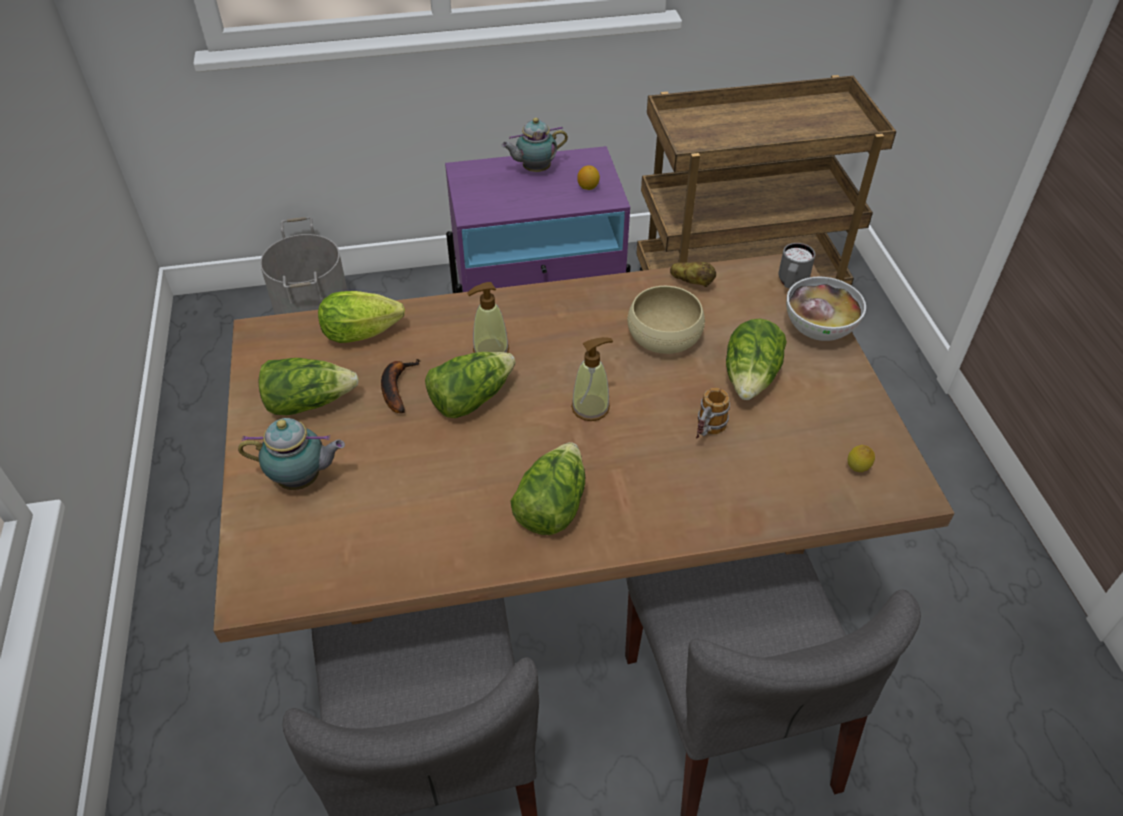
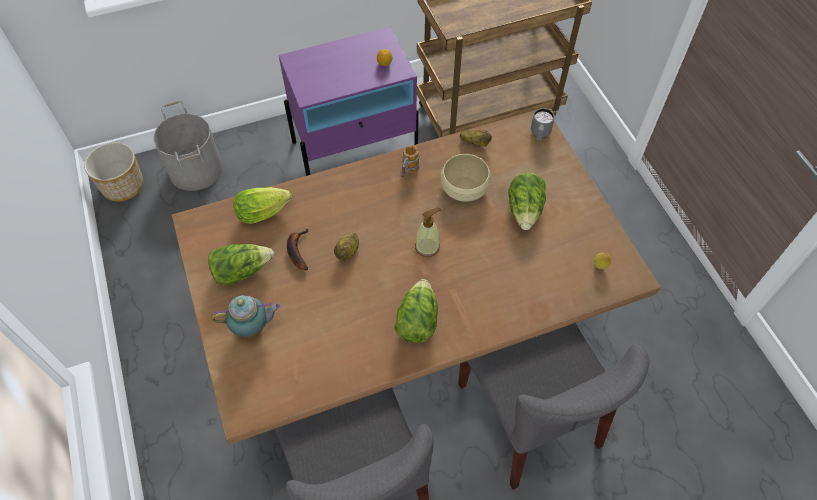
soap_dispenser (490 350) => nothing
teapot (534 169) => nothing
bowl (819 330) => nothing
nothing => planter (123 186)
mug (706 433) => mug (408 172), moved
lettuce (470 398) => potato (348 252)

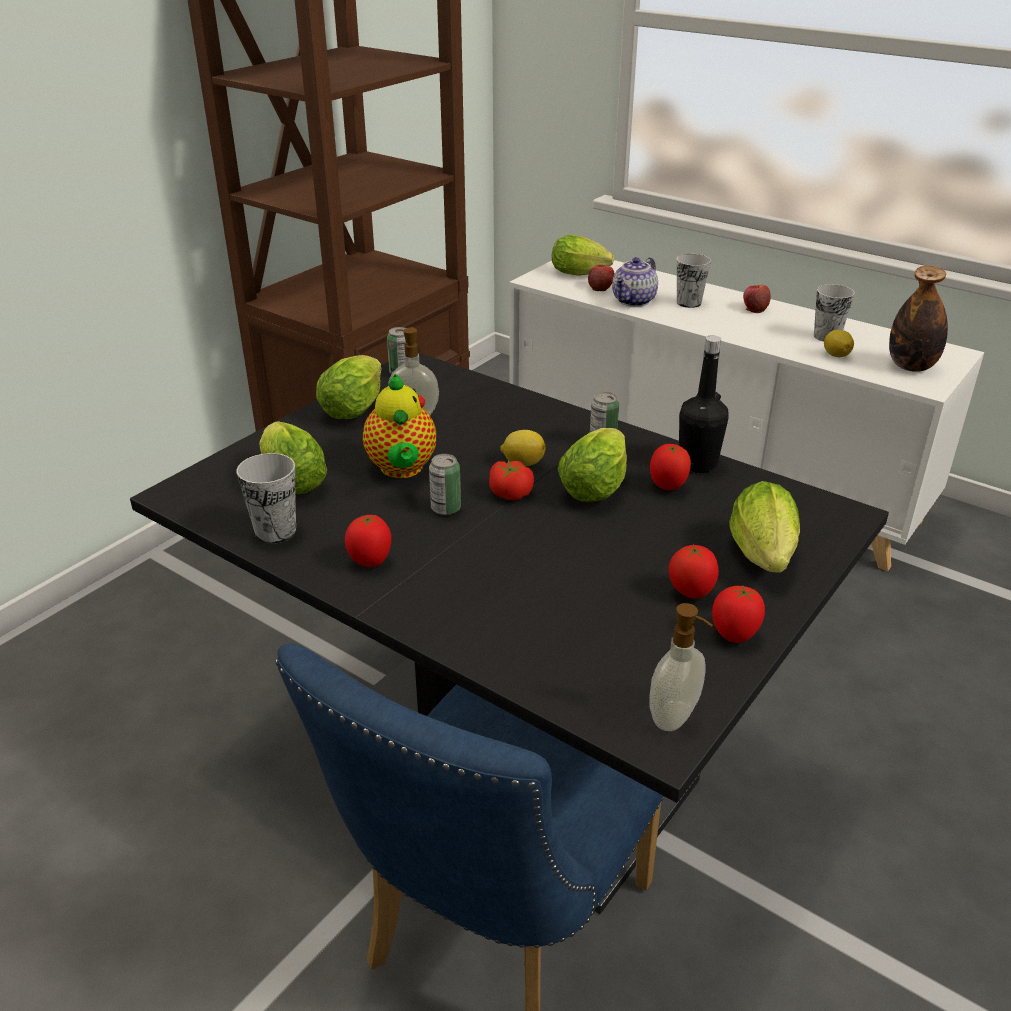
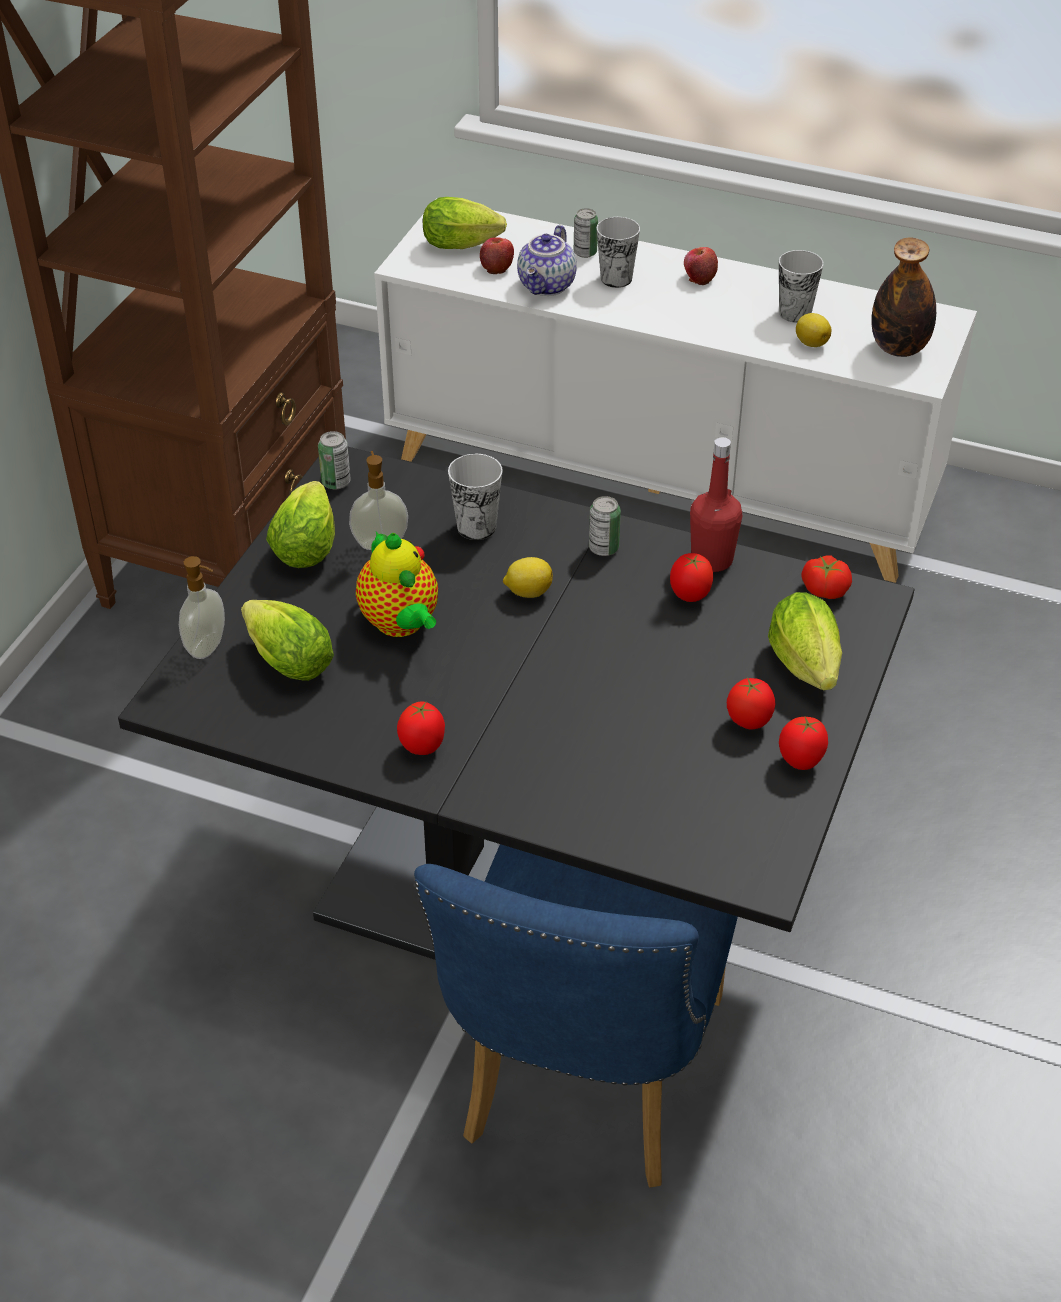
lettuce (597 486) => nothing
cup (275 531) => cup (476 527), moved
can (446 508) => can (585 253), moved
tomato (511 492) => tomato (825 589), moved
soap_dispenser (675 717) => soap_dispenser (208 647), moved
black_bottle (697 463) => red_bottle (712 559)

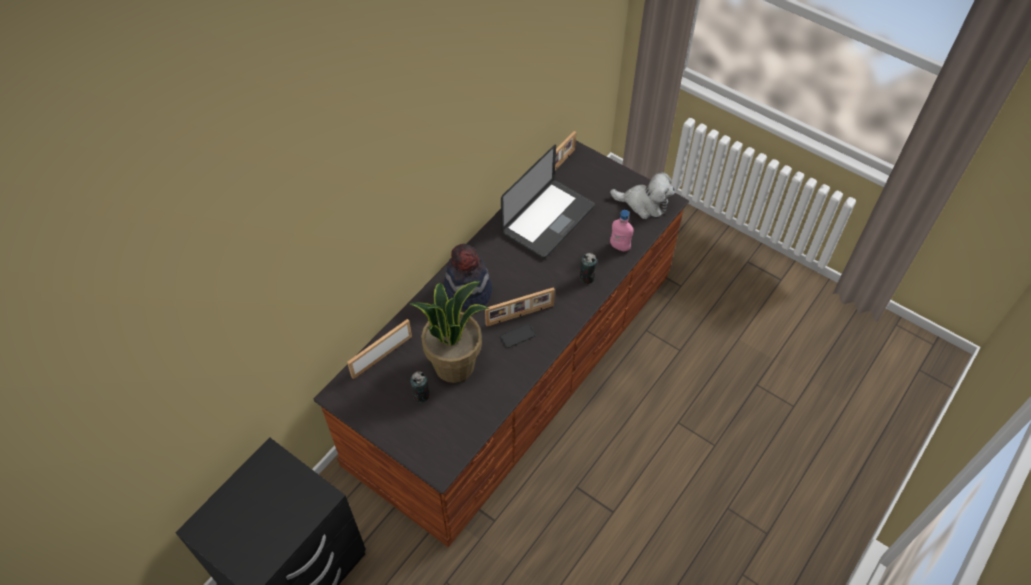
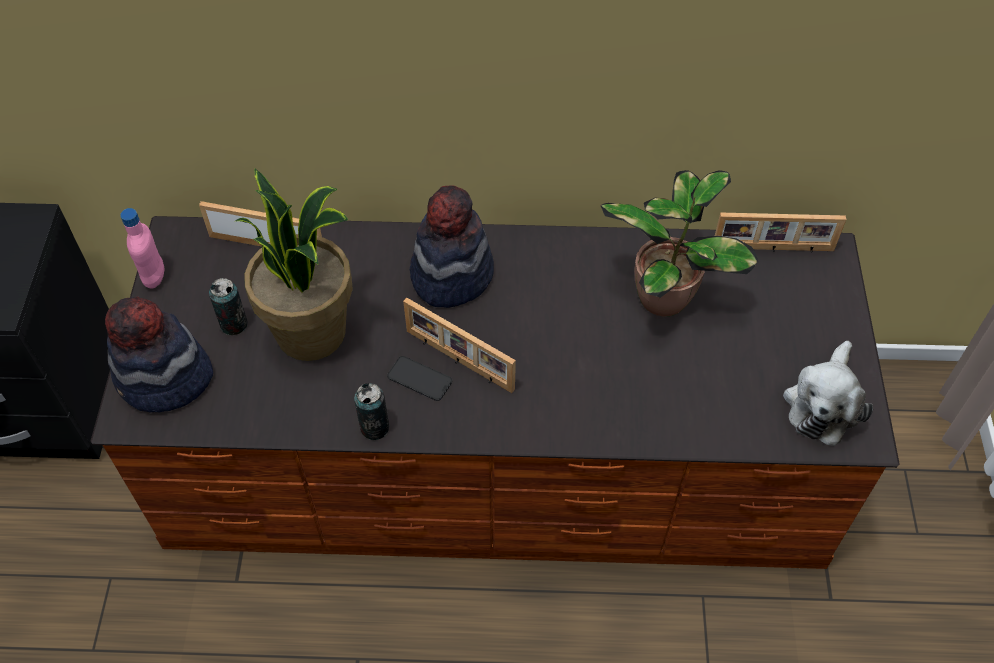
nothing => hat (164 379)
can (587 278) => can (374 427), moved
pink_bottle (619 246) => pink_bottle (154 277), moved
laptop (548 220) => potted_plant (665 295)
plush_toy (644 204) => plush_toy (823 403), 45 degrees clockwise

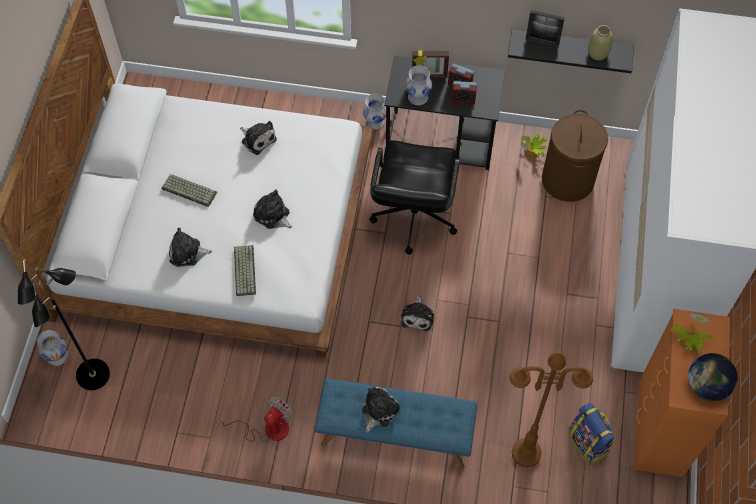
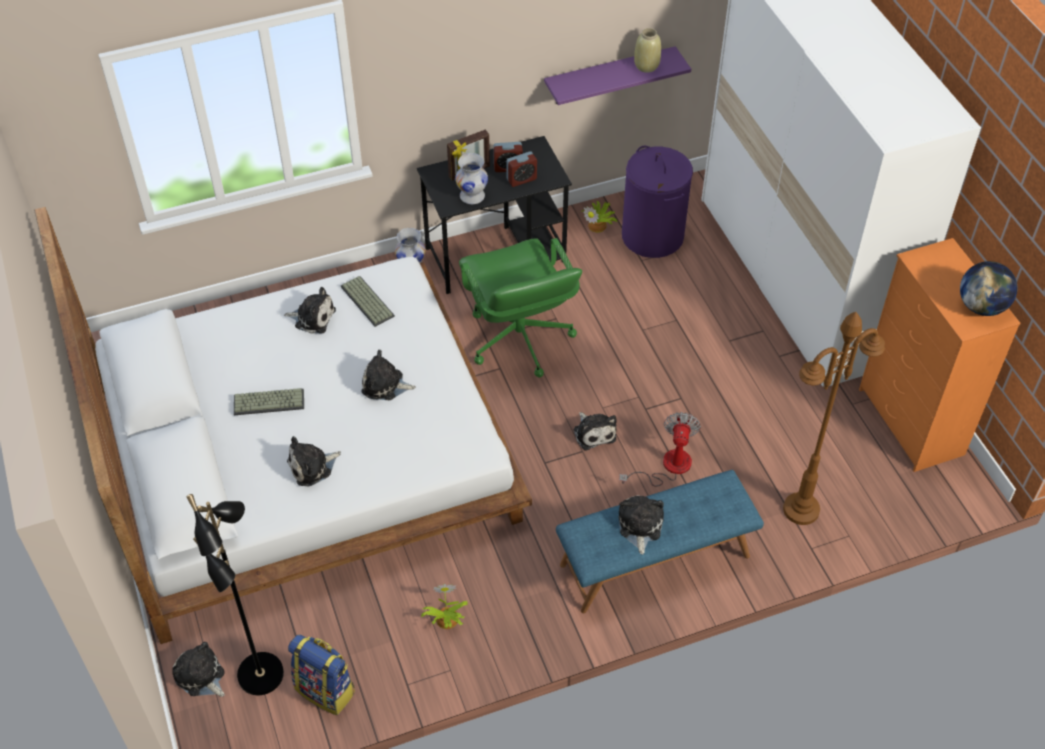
picture_frame (542 42) => nothing
fan (267 429) => fan (667 466), moved
keyboard (244 270) => keyboard (366 301), moved
backpack (588 443) => backpack (326 690), moved
potted_plant (687 342) => potted_plant (446 620), moved
white_vase (57 356) => plush_toy (201 677)
black_office_chair (413 217) => green_office_chair (519 339)
black_shelf (570 47) => purple_shelf (609 76)
brown_laundry_basket (568 180) => purple_laundry_basket (653 236)

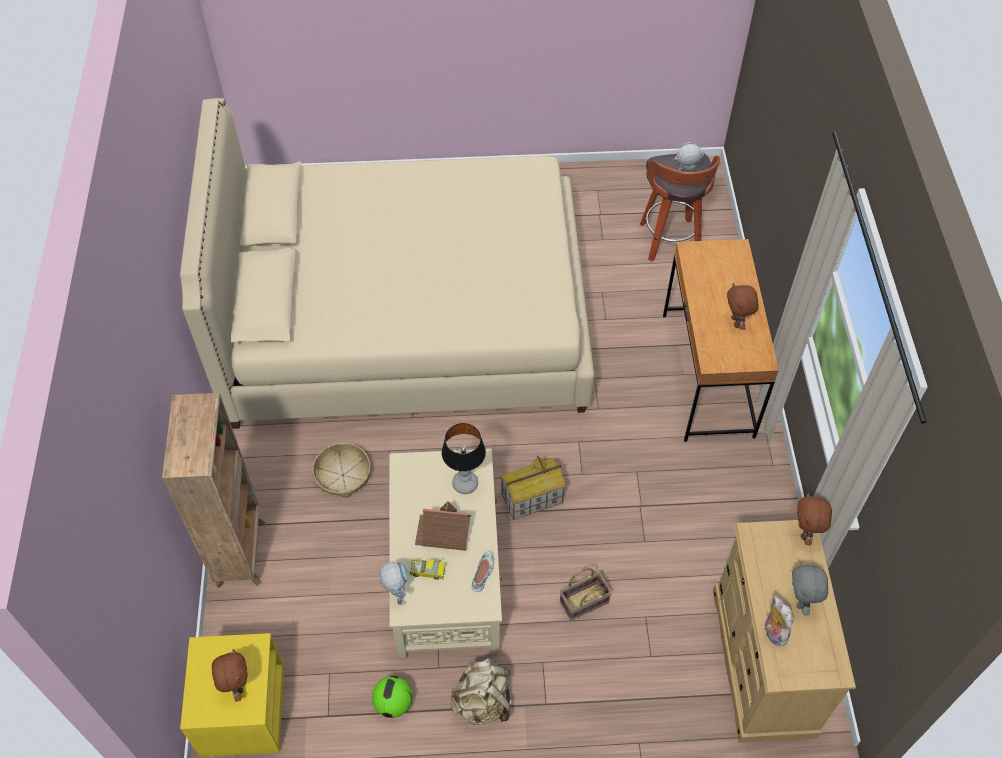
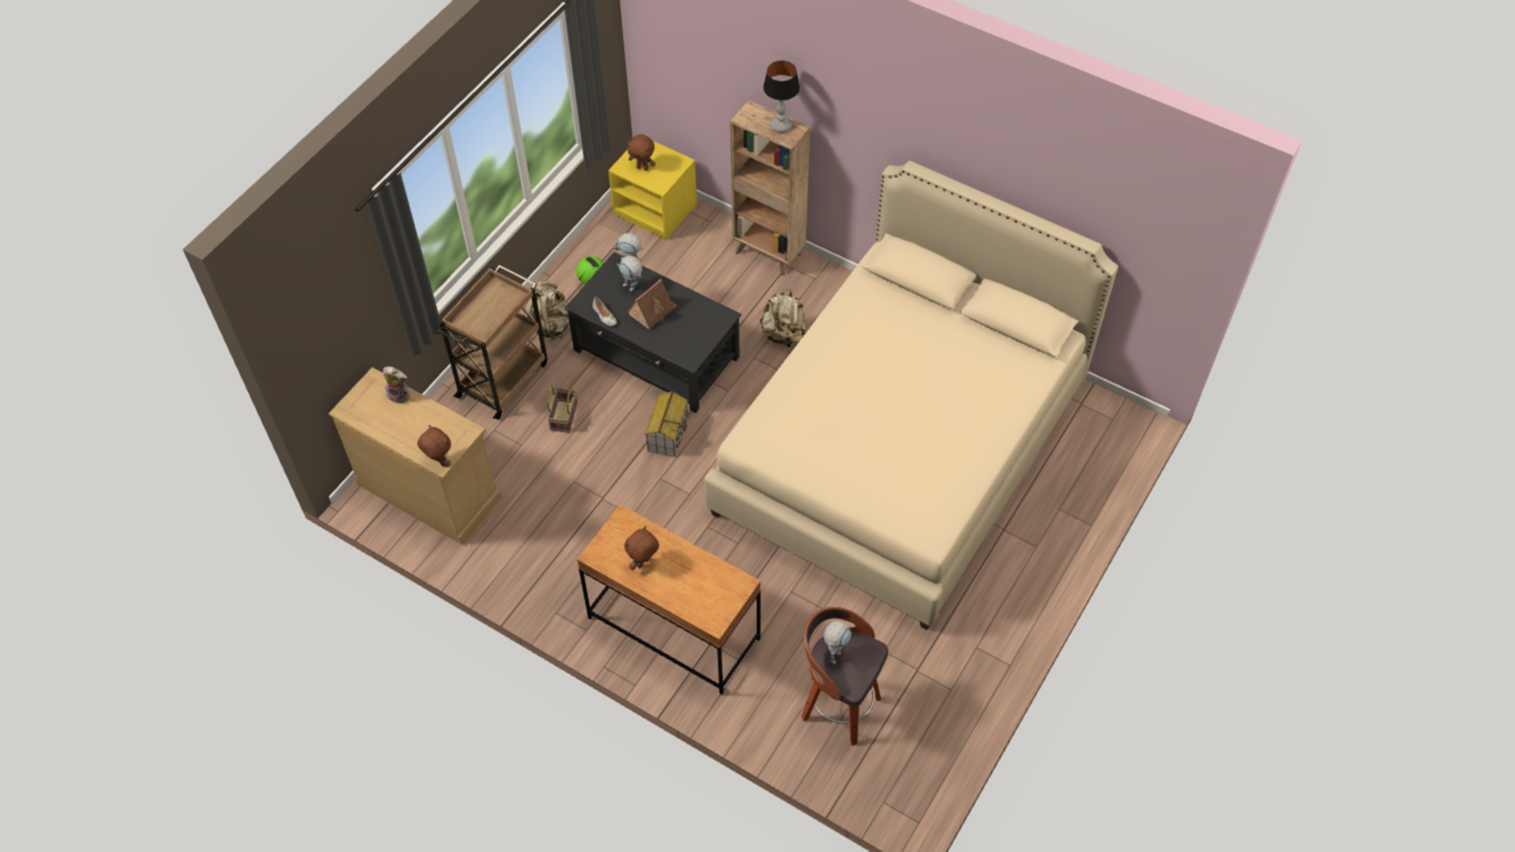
grey_plush_toy (801 601) => nothing
nothing => brown_cart (503 378)
table_lamp (465 484) => table_lamp (780 126), moved
basket (342 475) => beige_backpack (784 334)
toy_truck (427 571) => toy_robot (632 288)
beige_coffee_table (446 570) => black_coffee_table (657 354)
brown_plush_toy (736 322) => brown_plush_toy (643 563), 75 degrees counterclockwise

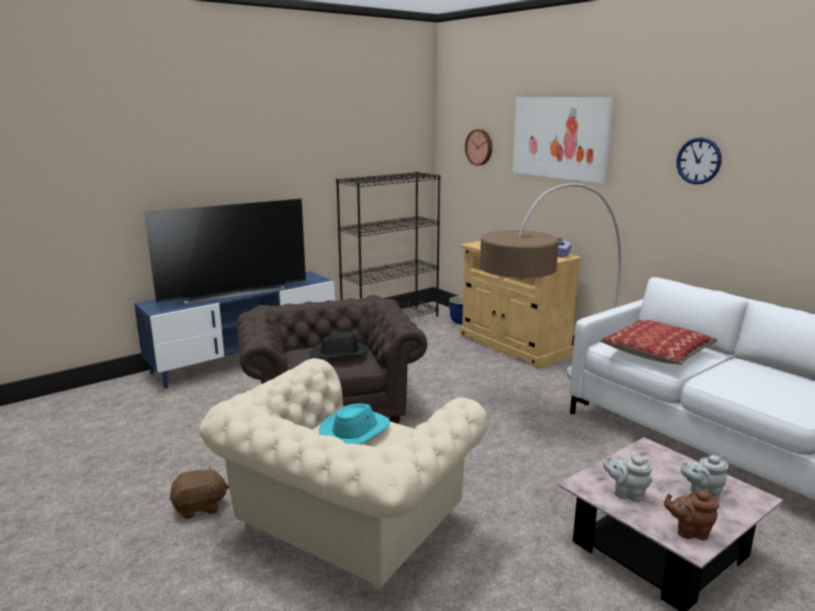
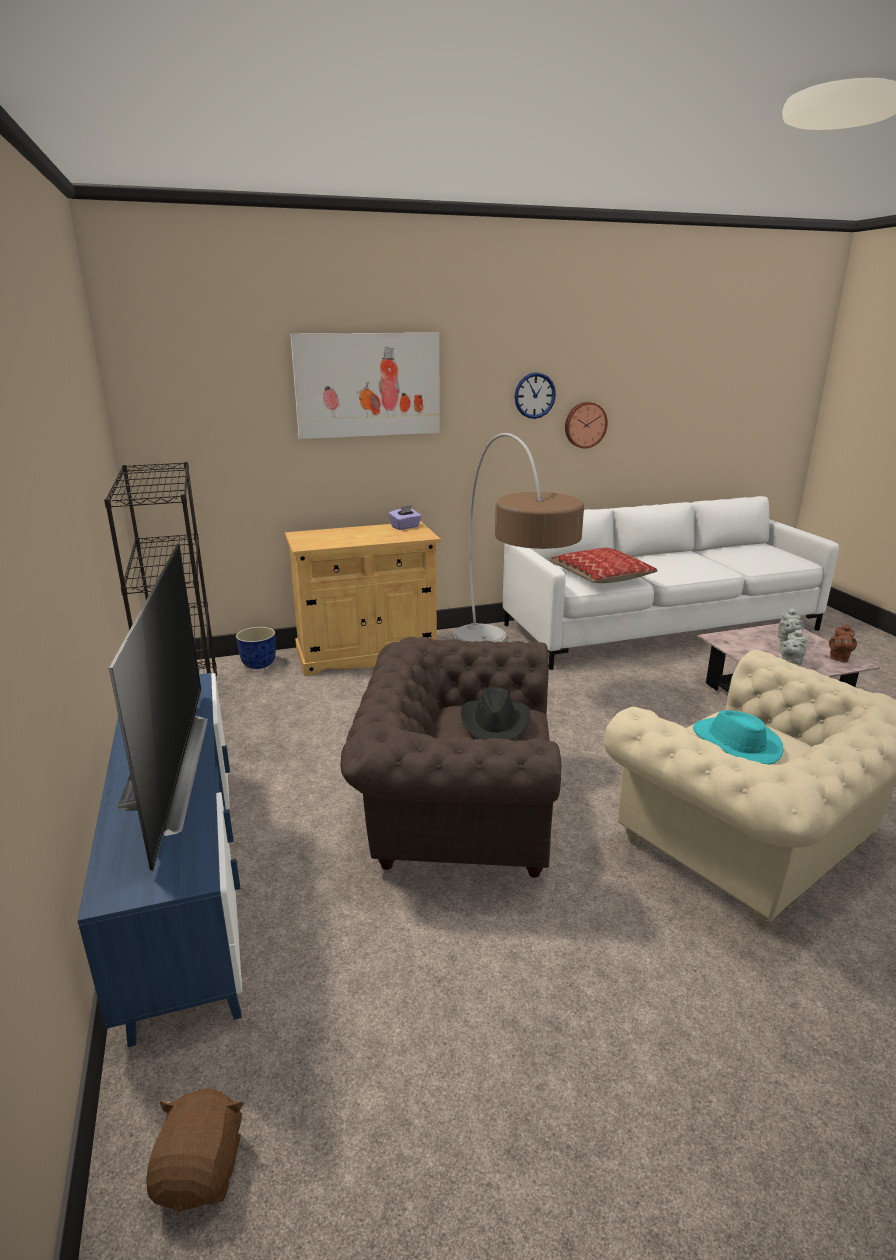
brown_plush_toy (200 507) => brown_plush_toy (201 1170), moved
wall_clock (480 147) => wall_clock (585 424), moved

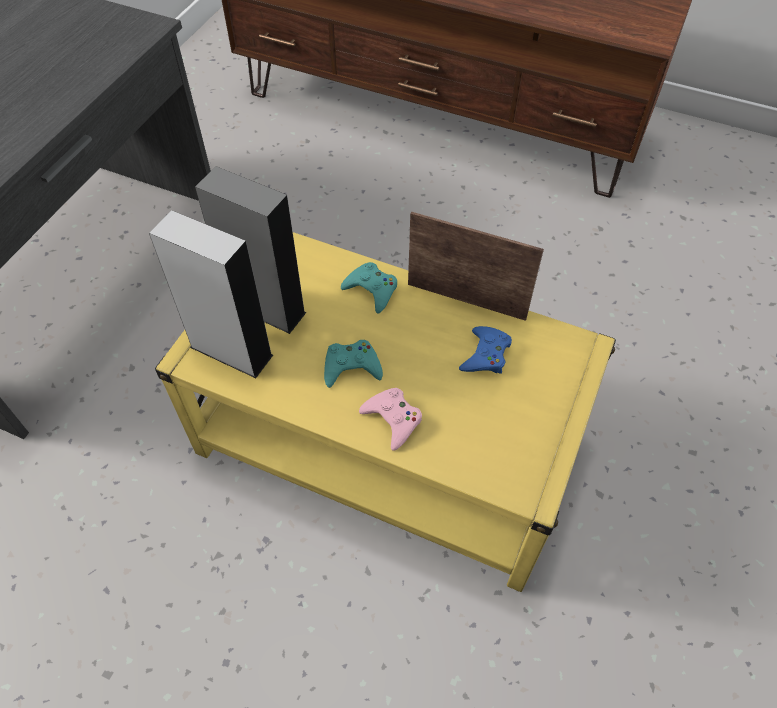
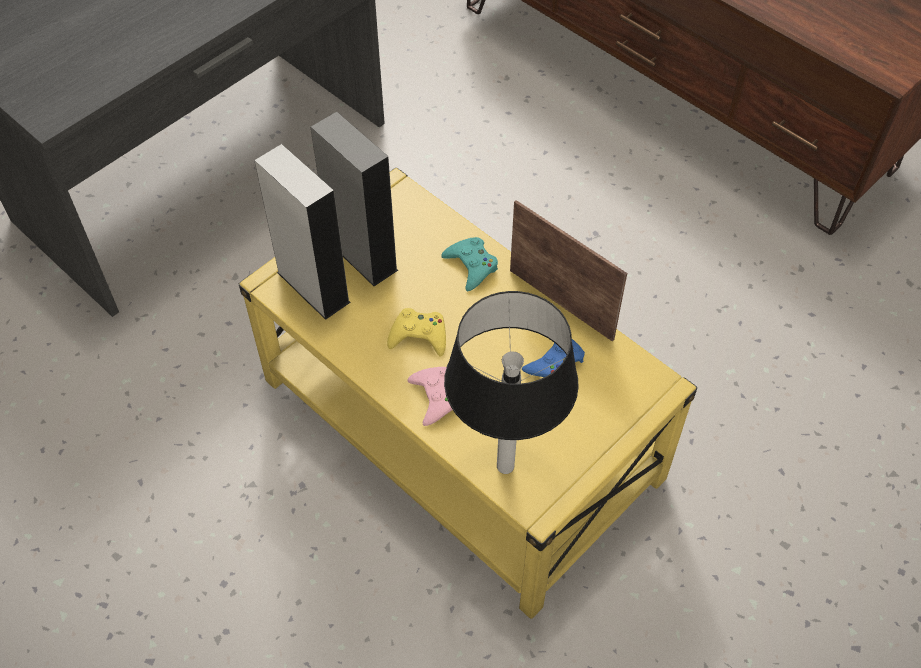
nothing => table_lamp (505 467)
turquoise_game_controller (351 367) => yellow_game_controller (419 336)

